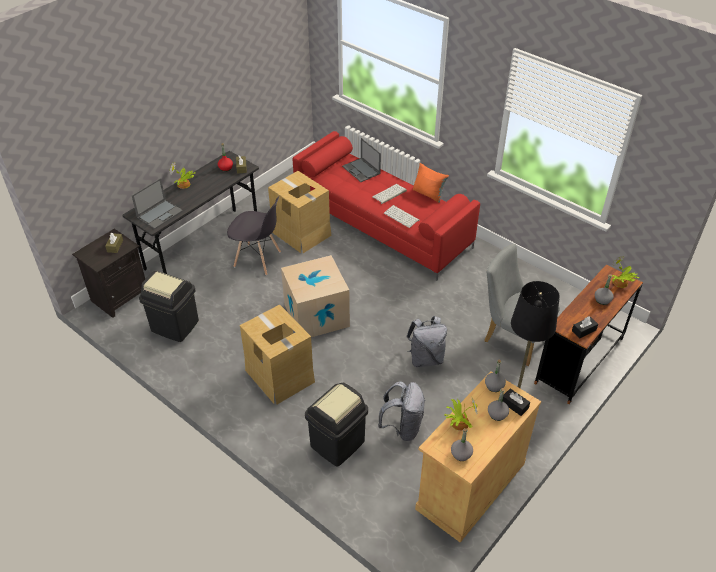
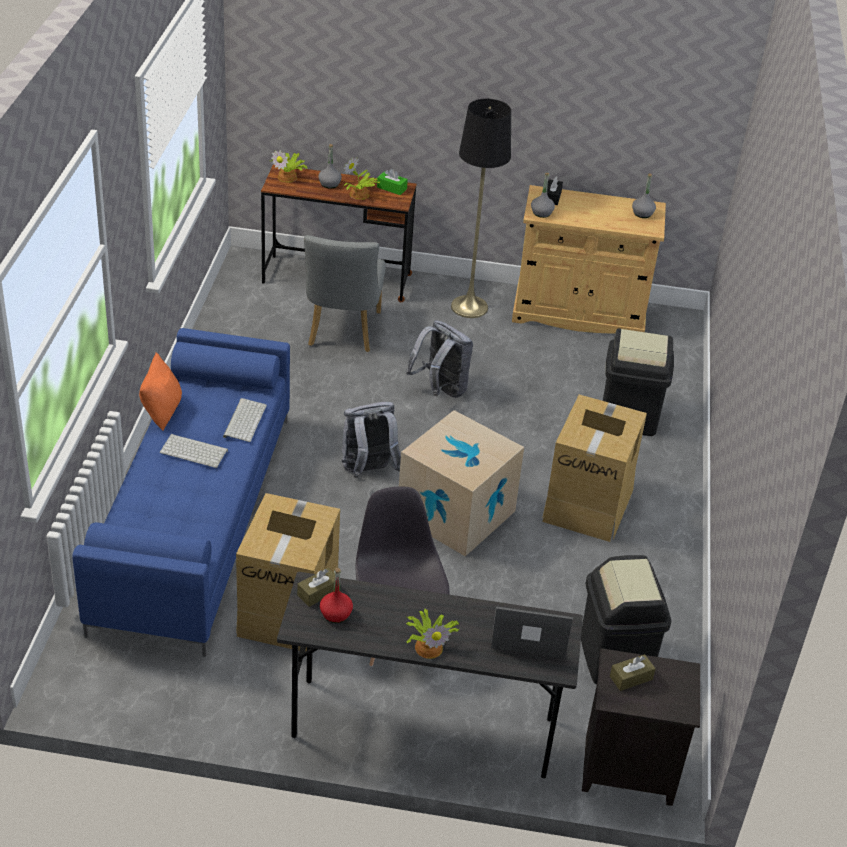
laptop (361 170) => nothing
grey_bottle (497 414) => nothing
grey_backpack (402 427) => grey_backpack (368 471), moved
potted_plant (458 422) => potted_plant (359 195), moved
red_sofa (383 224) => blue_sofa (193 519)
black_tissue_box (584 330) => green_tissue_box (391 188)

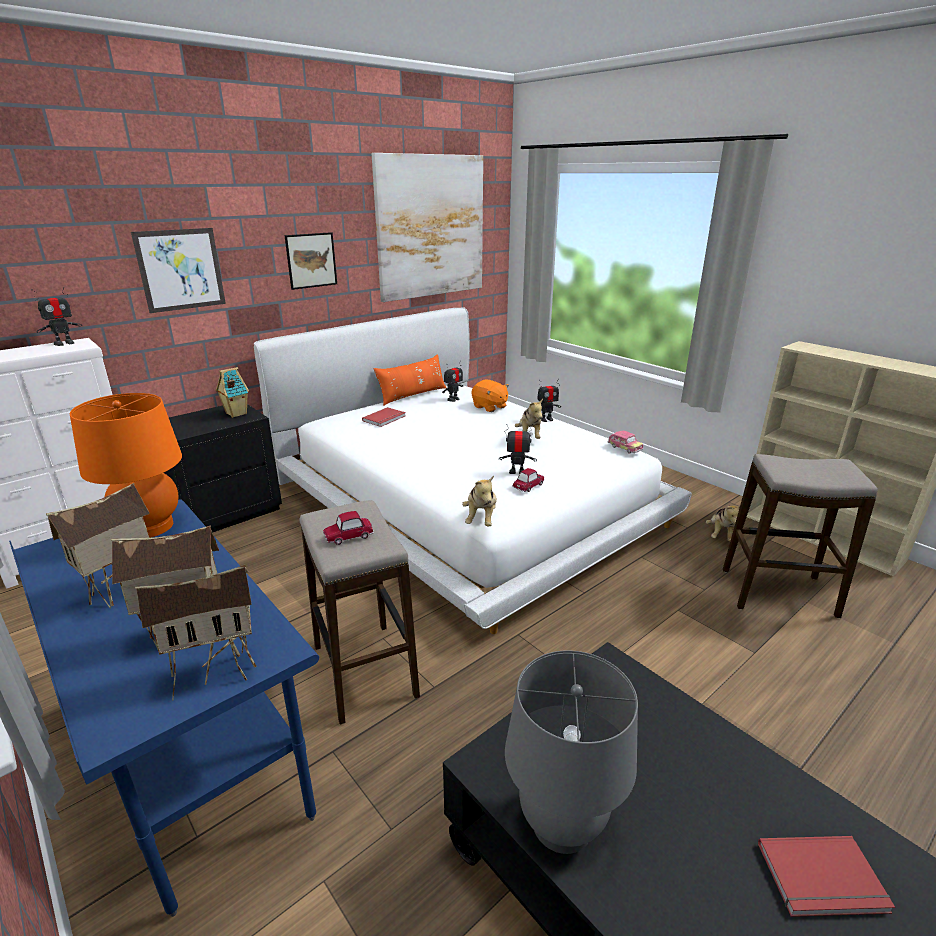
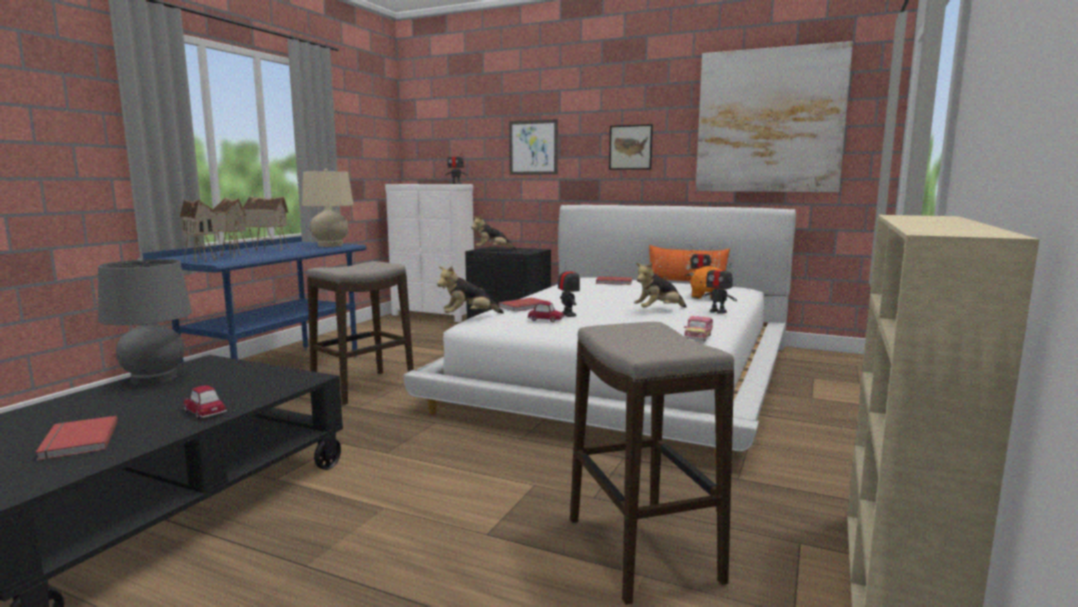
toy_house (235 414) => nothing
nothing => red_book (525 306)
toy_car (349 536) => toy_car (204 412), moved
plush_toy (720 535) => plush_toy (492 250), moved
orange_table_lamp (150 527) => beige_table_lamp (330 245)

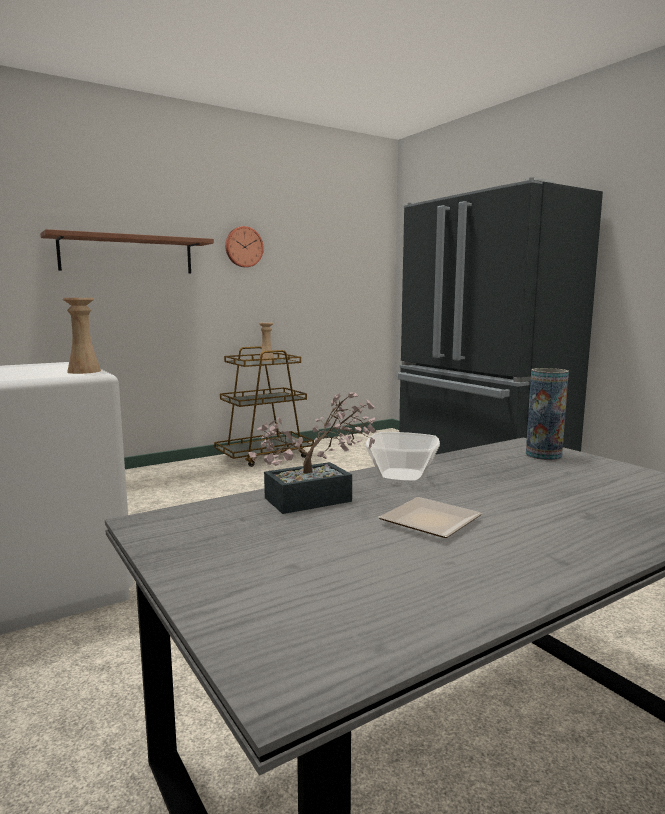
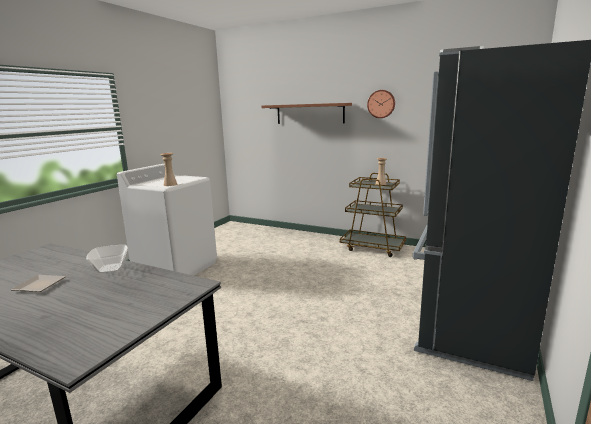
potted_plant (318 498) => nothing
vase (543 455) => nothing

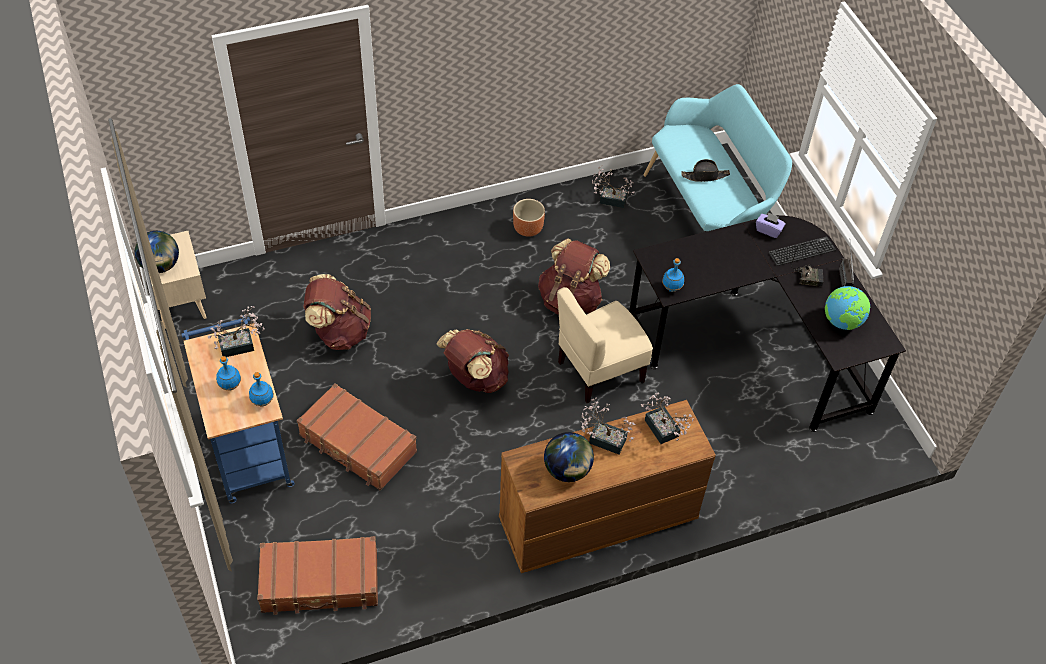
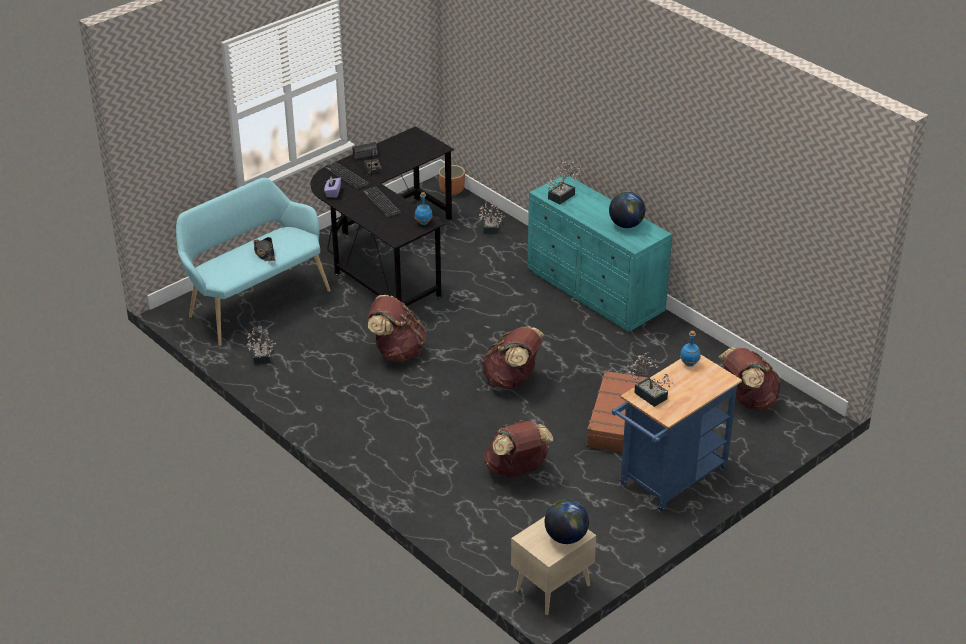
blue_bottle (230 386) => nothing
beige_chair (599 371) => nothing
globe (842 322) => nothing
nothing => keyboard (381 202)
brown_planter (528 228) => brown_planter (451 191), moved
potted_plant (603 438) => potted_plant (490 229), moved
brown_suitcase (320 582) => brown_backpack (747 400)
brown_dresser (597 520) => turquoise_dresser (595 292)

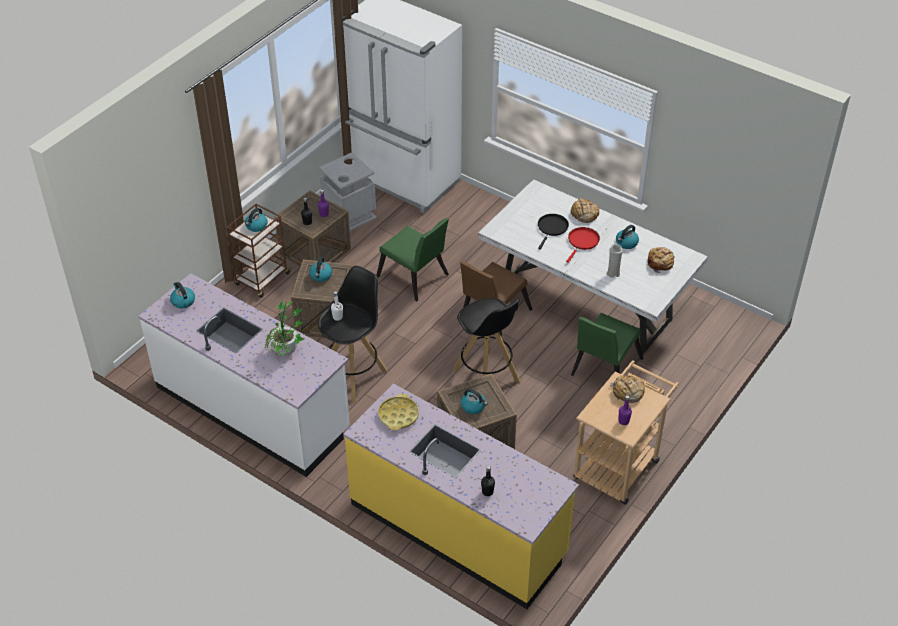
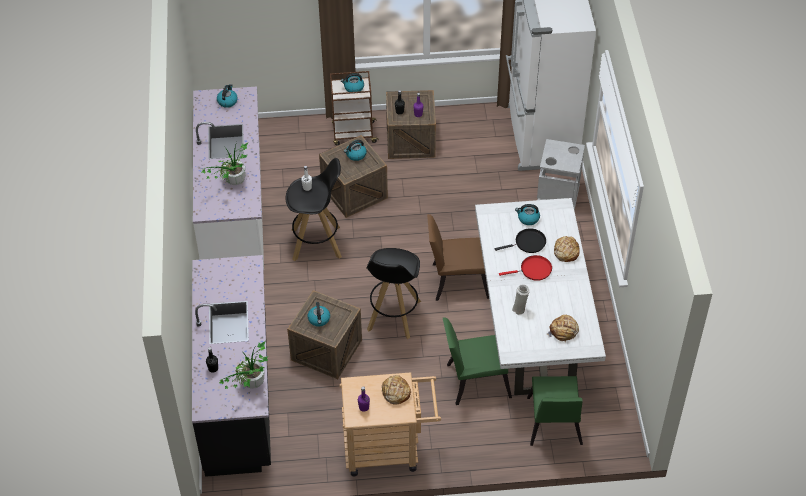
yellow_tray (398 415) => nothing
nothing => potted_plant (251 386)
grey_trash_can (349 215) => grey_trash_can (558 195), moved
green_chair (415 278) => green_chair (553 425), moved
kettle (626 243) => kettle (528 218), moved
yellow_counter (458 529) => black_counter (238 392)

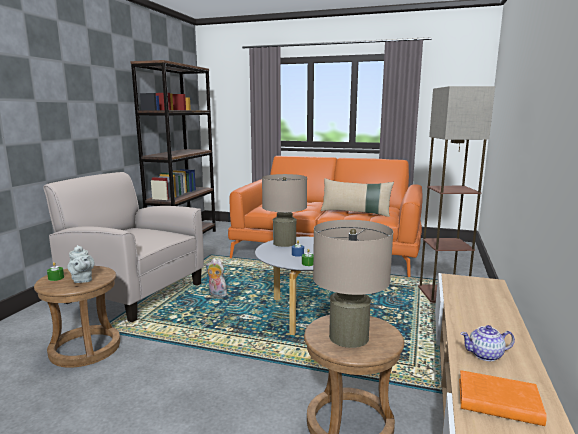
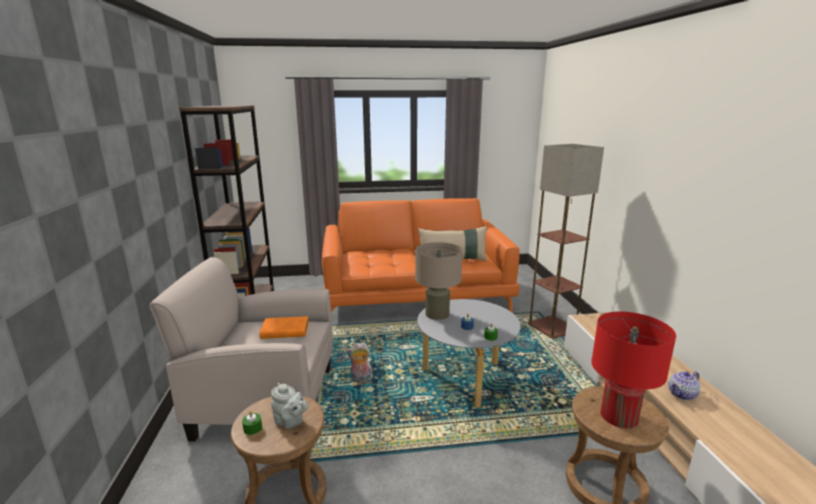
orange_book (495 401) => orange_book (283 330), moved
beige_table_lamp (349 337) => red_table_lamp (619 416)

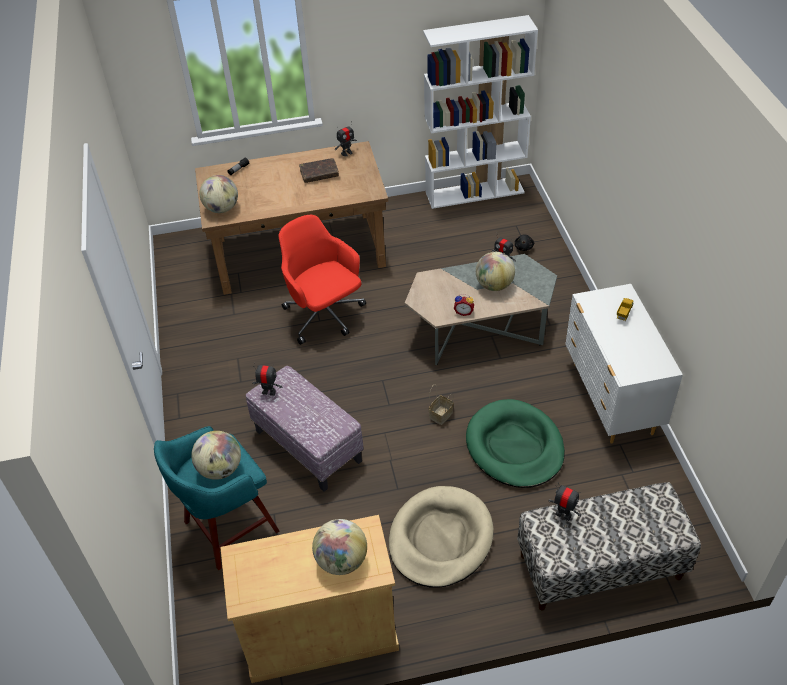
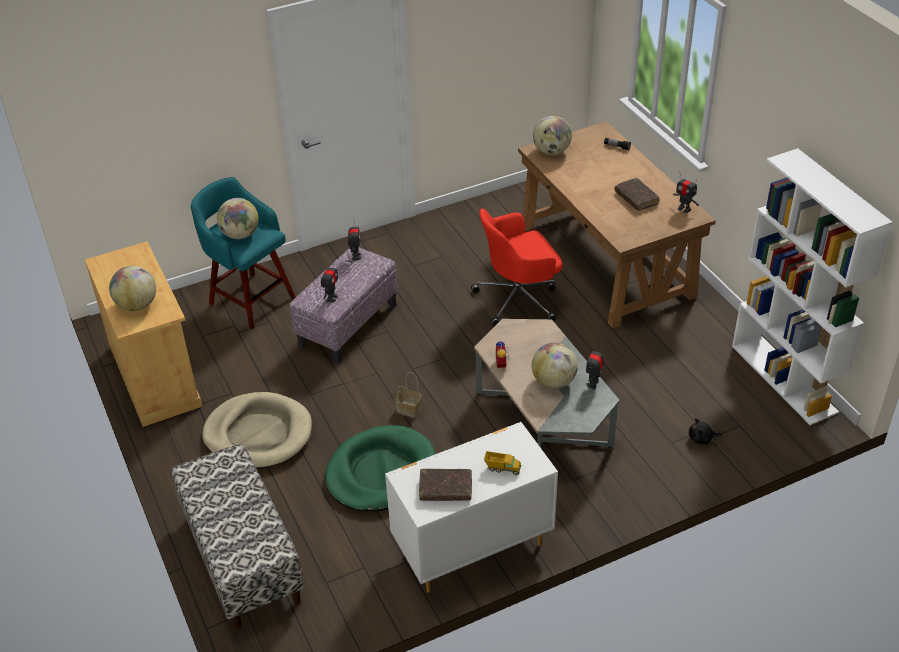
nothing => brown_book (445 489)
toy_robot (563 514) => toy_robot (331 298), moved
red_office_chair (324 316) => red_office_chair (518 299), 150 degrees counterclockwise

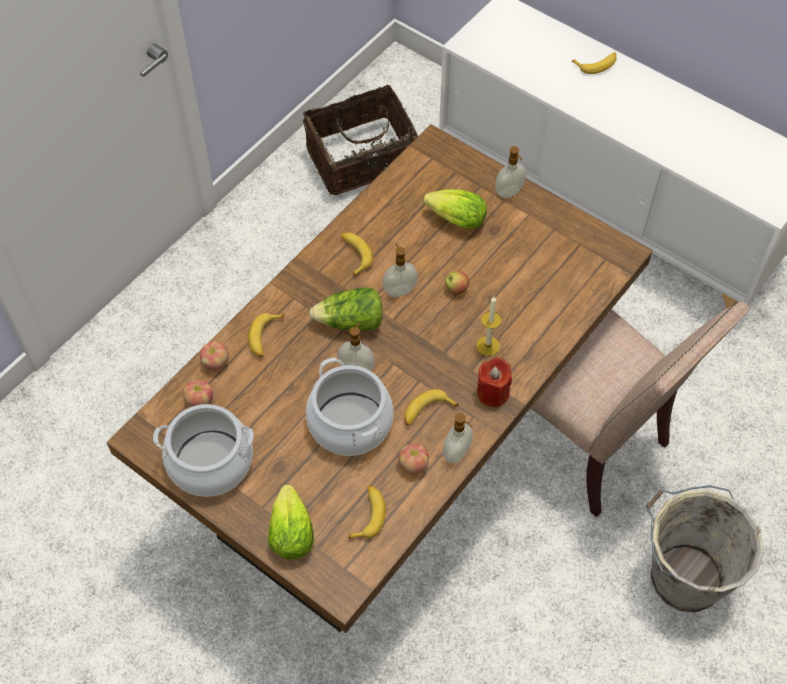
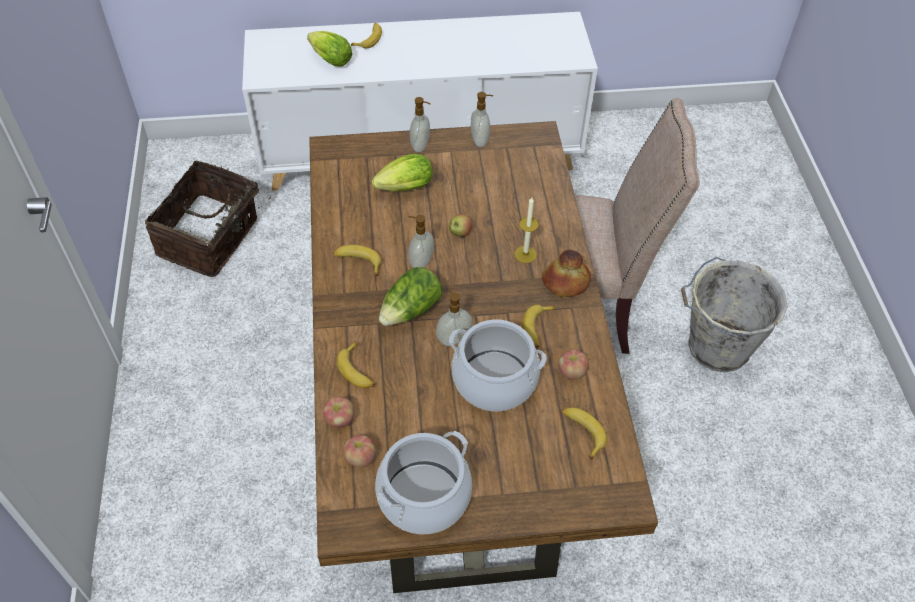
lettuce (291 530) => lettuce (329 59), moved
soap_dispenser (457 453) => soap_dispenser (480 140), moved
red_candle (493 393) => bread (565 282)

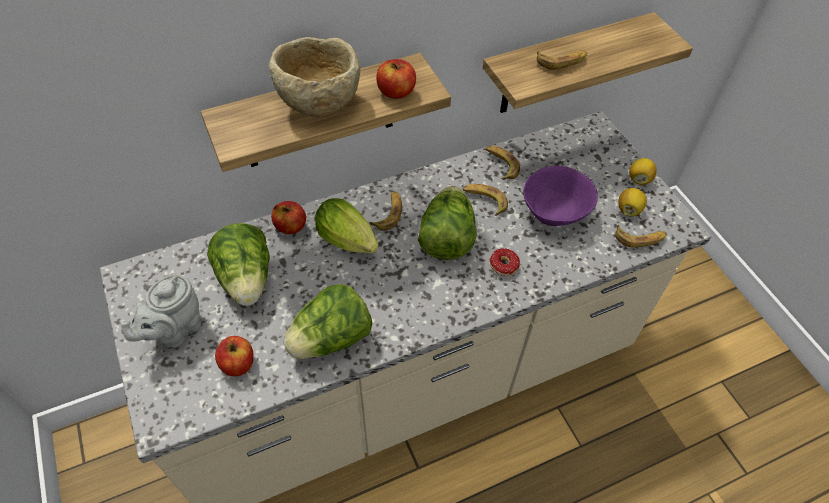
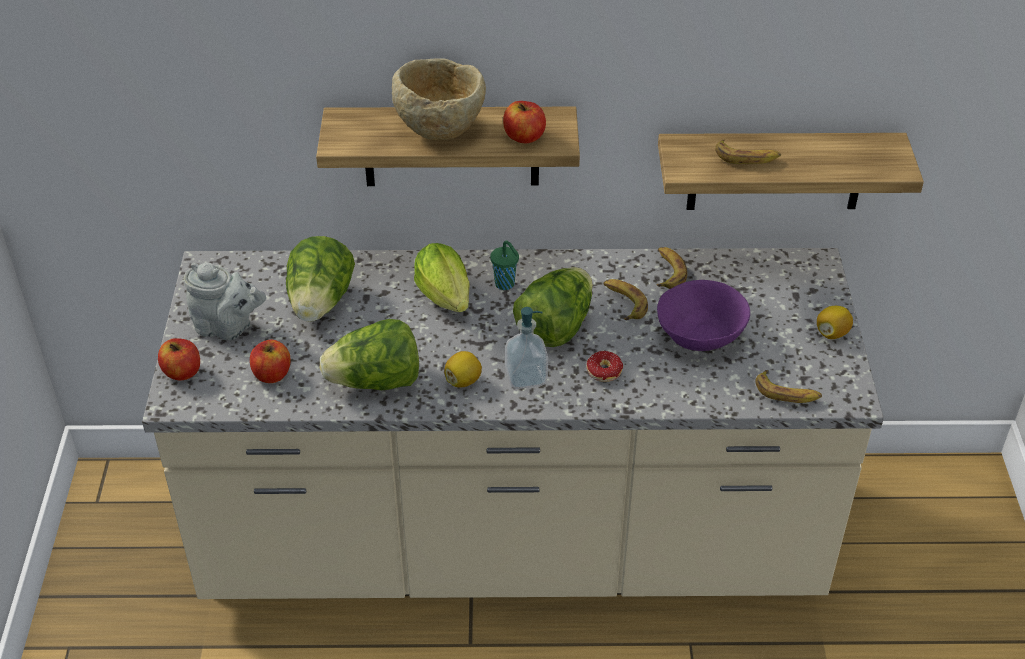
nothing => soap_dispenser (526 377)
apple (290 226) => apple (182 372), moved
lemon (628 210) => lemon (463 380), moved
banana (388 213) => green_cup (505 284)
grey_teapot (175 331) => grey_teapot (227 327), 135 degrees counterclockwise

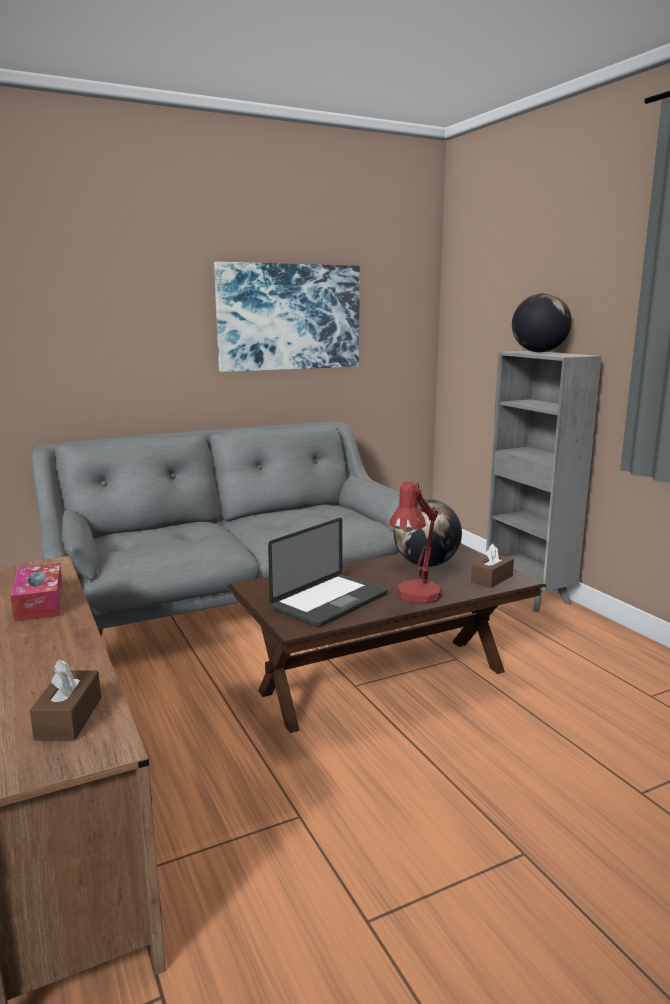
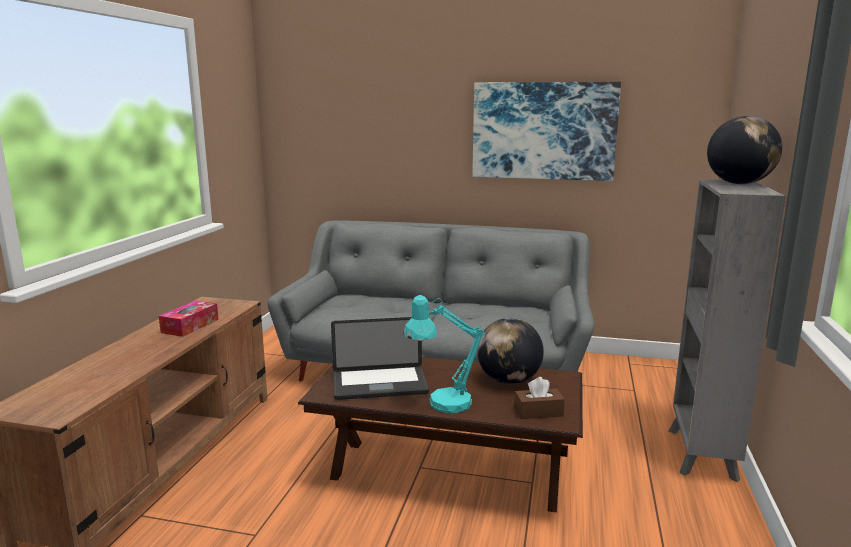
brown_tissue_box (69 718) => nothing
red_table_lamp (414 598) => turquoise_table_lamp (441 404)

